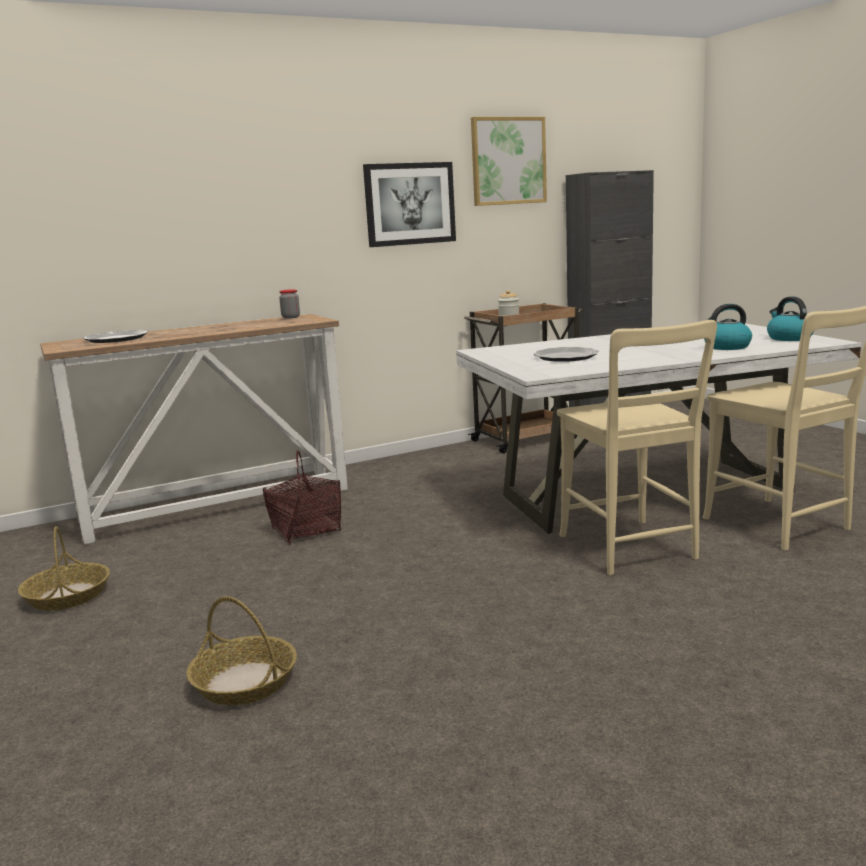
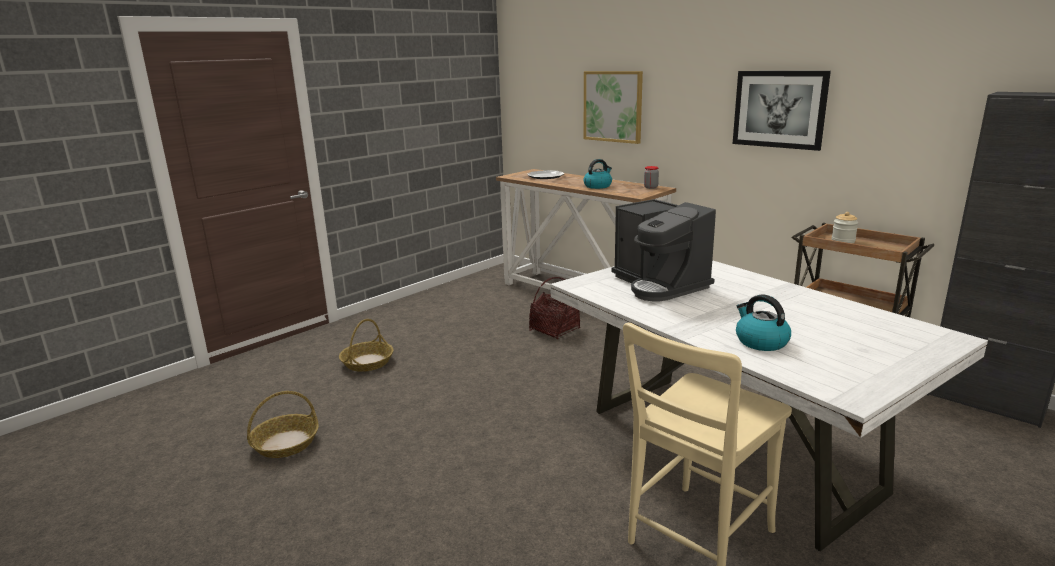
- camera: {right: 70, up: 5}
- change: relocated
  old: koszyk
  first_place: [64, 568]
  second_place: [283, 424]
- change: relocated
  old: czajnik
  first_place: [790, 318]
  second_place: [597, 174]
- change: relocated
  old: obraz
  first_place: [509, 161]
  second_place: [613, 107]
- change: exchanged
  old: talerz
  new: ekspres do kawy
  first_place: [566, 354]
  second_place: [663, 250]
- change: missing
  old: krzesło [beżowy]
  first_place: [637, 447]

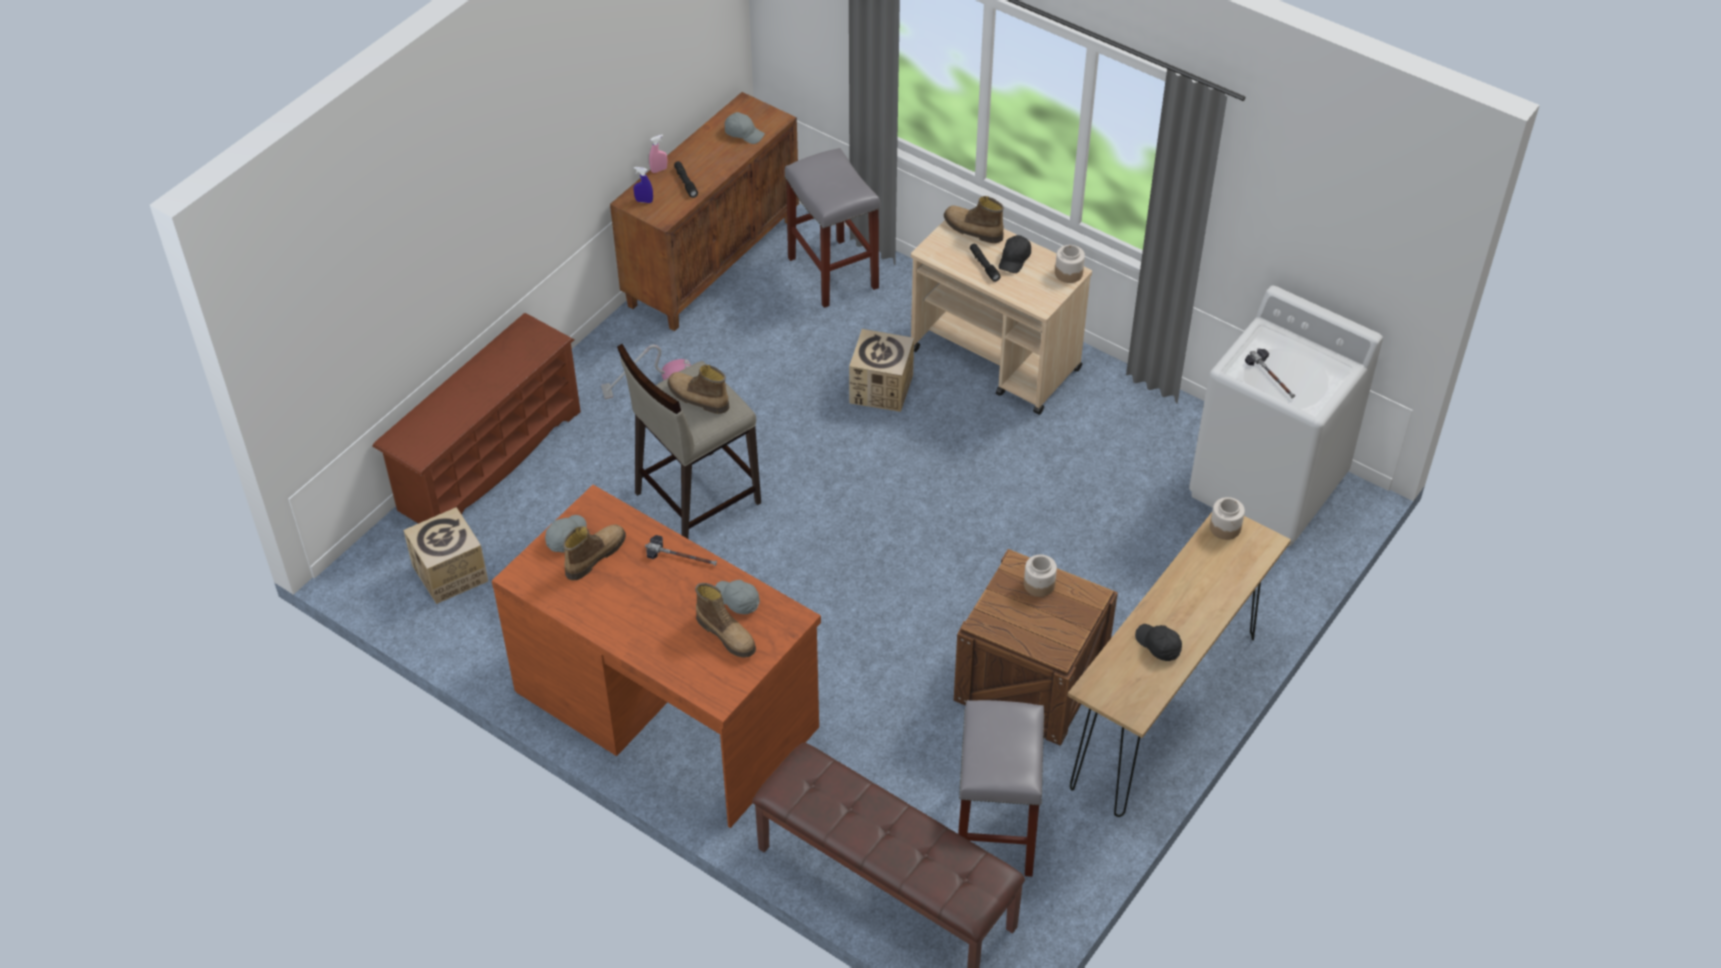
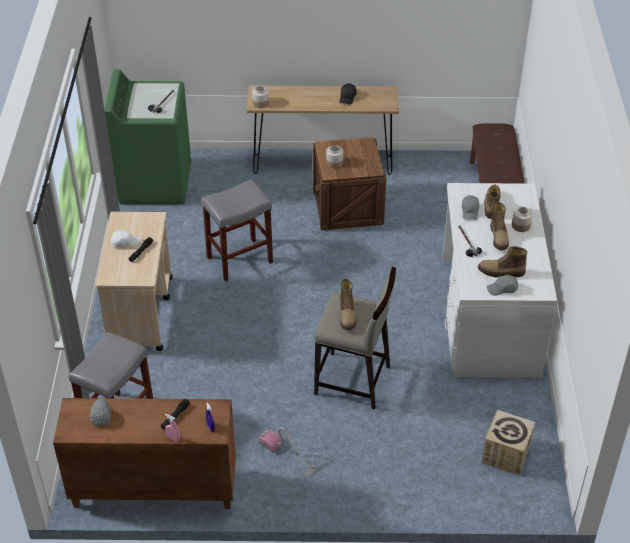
- camera: {right: -125, up: -5}
- change: colour
  old: pralka [biały]
  new: pralka [zielony]
  first_place: [1286, 416]
  second_place: [147, 137]
- change: colour
  old: czapka z daszkiem [czarny]
  new: czapka z daszkiem [biały]
  first_place: [1015, 254]
  second_place: [126, 239]
- change: relocated
  old: stołek [szary]
  first_place: [1001, 788]
  second_place: [237, 230]
- change: colour
  old: biurko [brązowy]
  new: biurko [biały]
  first_place: [656, 656]
  second_place: [499, 280]
- change: relocated
  old: but z cholewką
  first_place: [974, 219]
  second_place: [499, 226]
- change: relocated
  old: słoik
  first_place: [1070, 264]
  second_place: [522, 219]
- change: missing
  old: regał na buty [brązowy]
  first_place: [476, 418]
- change: missing
  old: karton
  first_place: [881, 370]

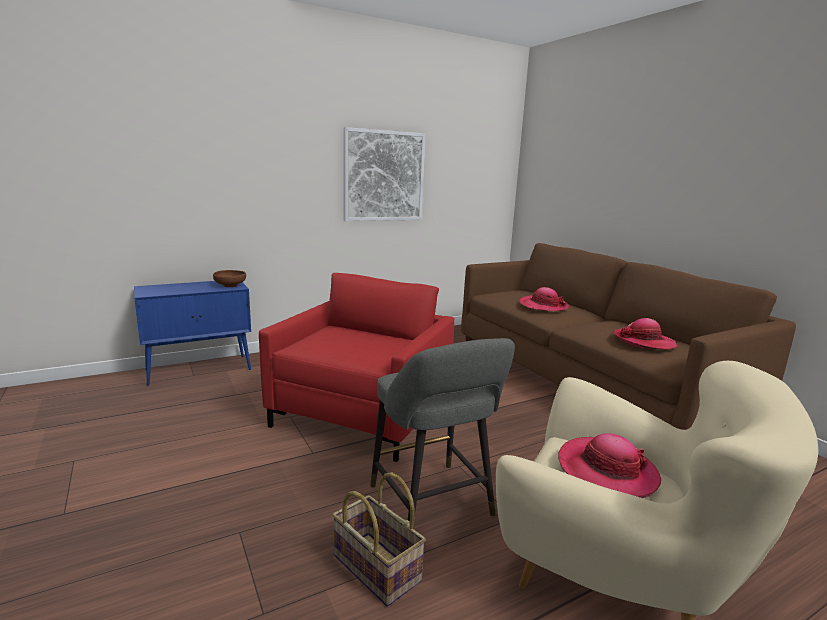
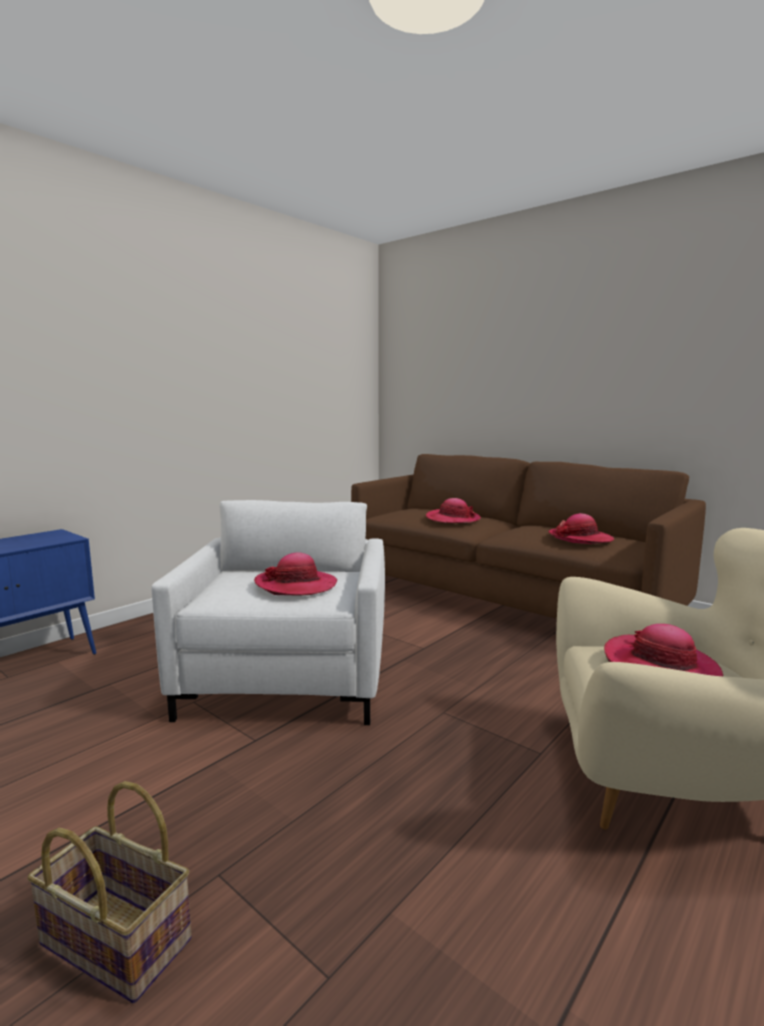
- camera: {right: -20, up: -5}
- change: relocated
  old: koszyk
  first_place: [379, 539]
  second_place: [109, 892]
- change: colour
  old: fotel [czerwony]
  new: fotel [biały]
  first_place: [356, 367]
  second_place: [268, 612]
- change: appeared
  new: kapelusz
  second_place: [295, 574]
- change: missing
  old: miska [brązowy]
  first_place: [229, 278]
- change: missing
  old: obraz
  first_place: [384, 174]
- change: missing
  old: stołek [szary]
  first_place: [442, 432]

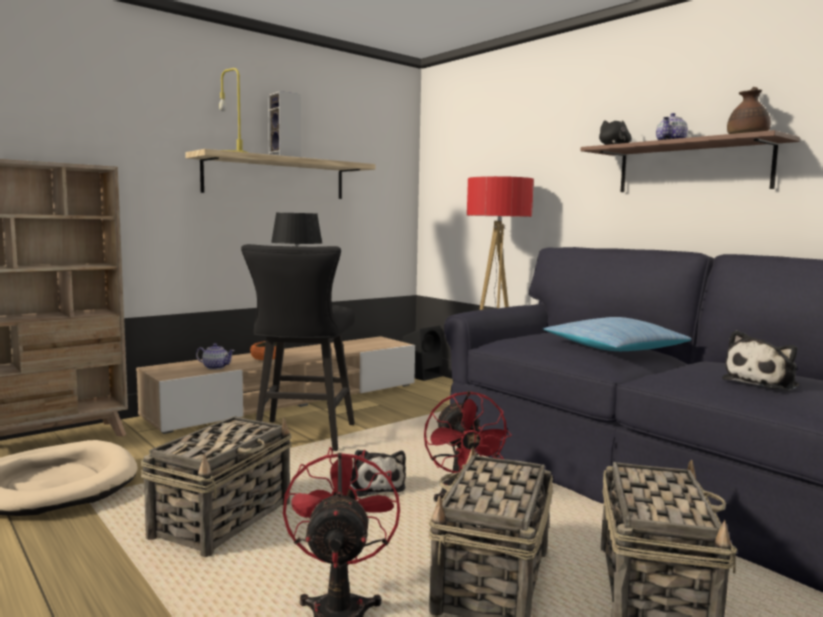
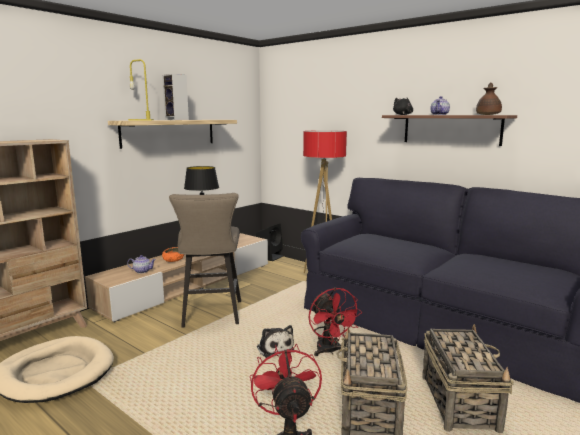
- camera: {right: -10, up: 5}
- change: colour
  old: stołek [czarny]
  new: stołek [beżowy]
  first_place: [298, 347]
  second_place: [205, 260]
- change: missing
  old: koszyk
  first_place: [216, 486]
- change: missing
  old: poduszka
  first_place: [617, 334]
- change: missing
  old: pluszak
  first_place: [760, 360]

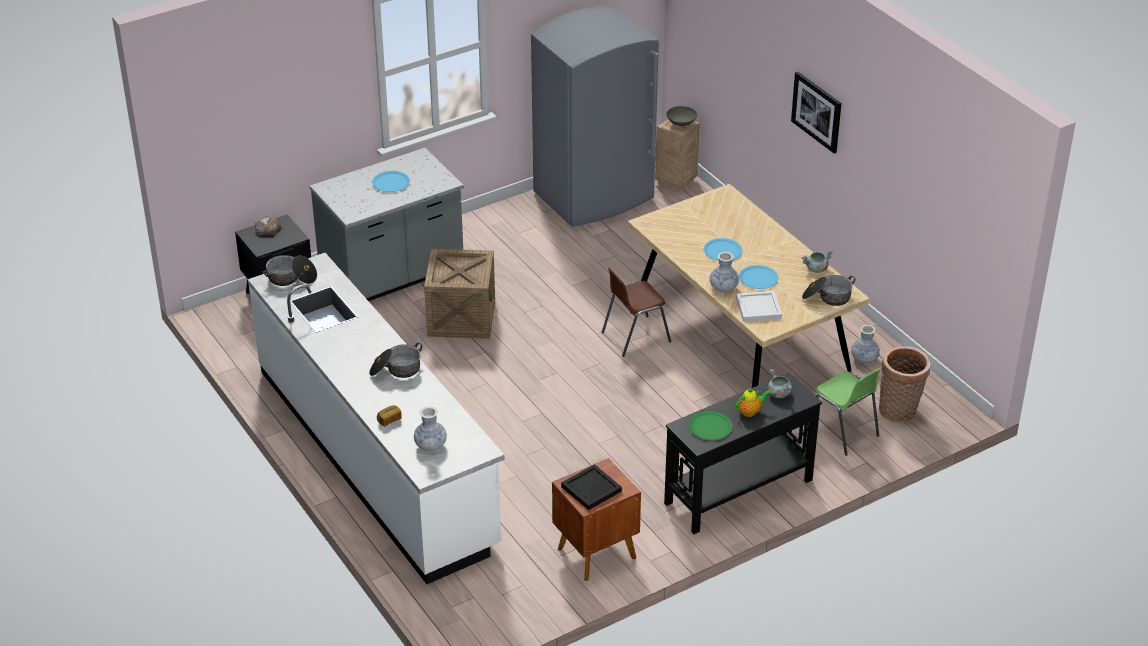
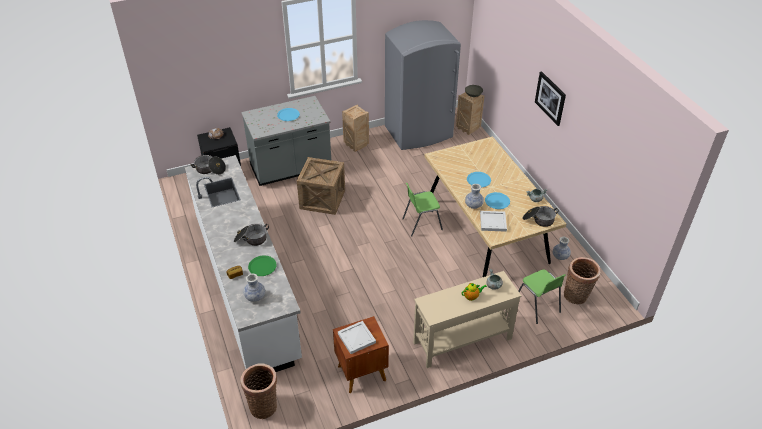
- camera: {right: 10, up: 5}
- change: appeared
  new: koszyk
  second_place: [258, 391]
- change: relocated
  old: talerz [zielony]
  first_place: [710, 425]
  second_place: [262, 266]
- change: colour
  old: taca [czarny]
  new: taca [biały]
  first_place: [591, 487]
  second_place: [357, 337]
- change: appeared
  new: skrzynka
  second_place: [355, 128]
- change: colour
  old: krzesło [brązowy]
  new: krzesło [zielony]
  first_place: [636, 312]
  second_place: [422, 210]
- change: colour
  old: stolik konsolowy [czarny]
  new: stolik konsolowy [beżowy]
  first_place: [743, 453]
  second_place: [467, 319]

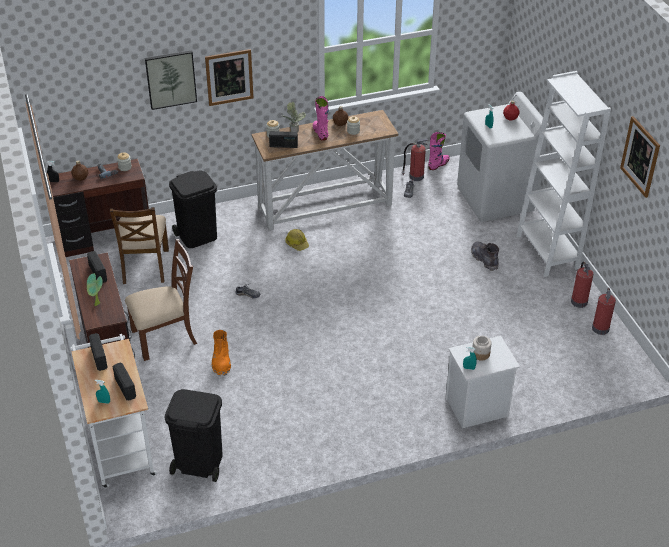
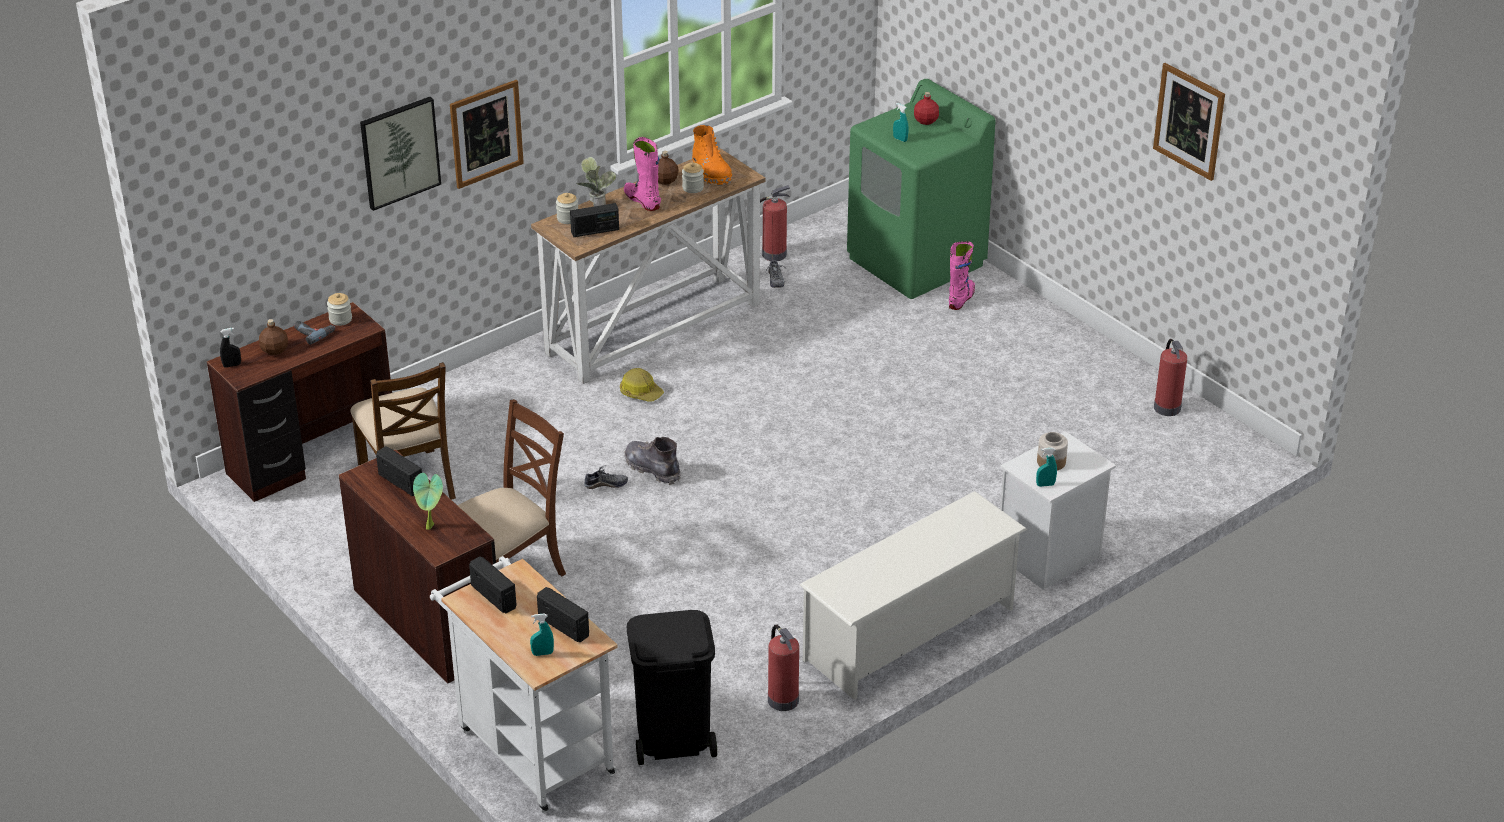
- camera: {right: -20, up: -5}
- change: relocated
  old: but z cholewką [szary]
  first_place: [485, 256]
  second_place: [652, 461]
- change: relocated
  old: but z cholewką [pomarańczowy]
  first_place: [221, 353]
  second_place: [712, 155]
- change: relocated
  old: gaśnica
  first_place: [582, 284]
  second_place: [783, 668]
- change: appeared
  new: regał na buty [biały]
  second_place: [913, 595]
- change: colour
  old: pralka [biały]
  new: pralka [zielony]
  first_place: [503, 157]
  second_place: [921, 189]
- change: relocated
  old: but z cholewką [różowy]
  first_place: [439, 151]
  second_place: [962, 275]
- change: missing
  old: kosz na śmieci [czarny]
  first_place: [193, 209]
- change: missing
  old: regał [biały]
  first_place: [563, 174]

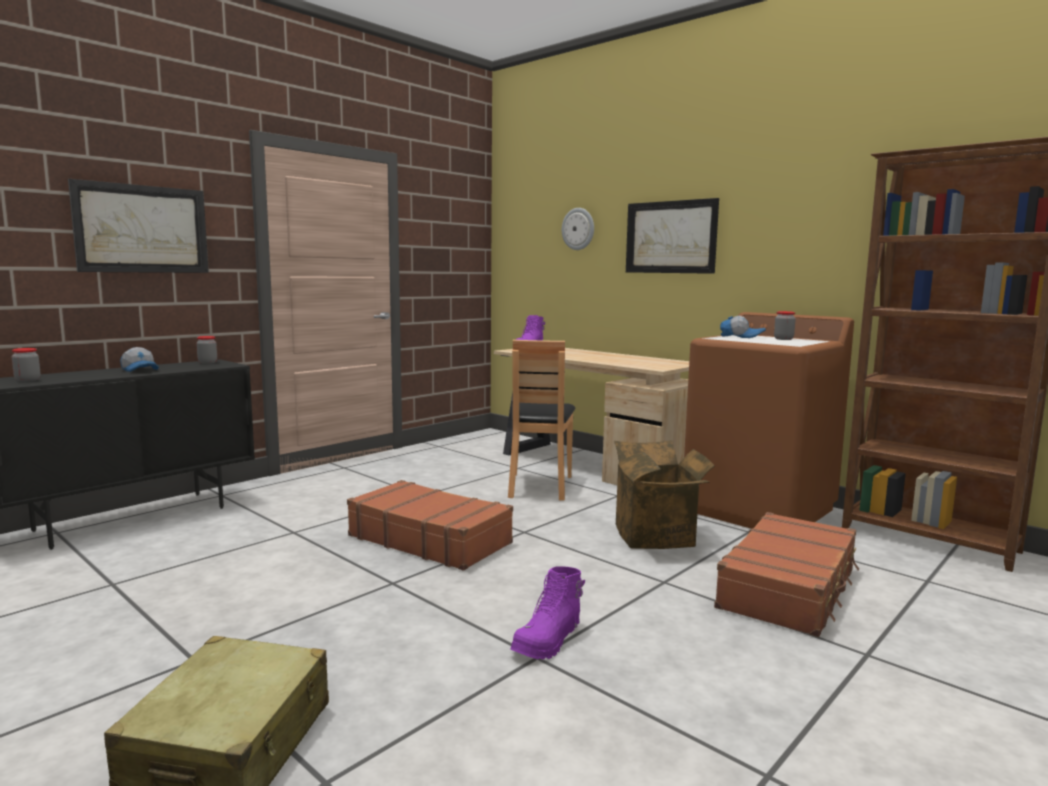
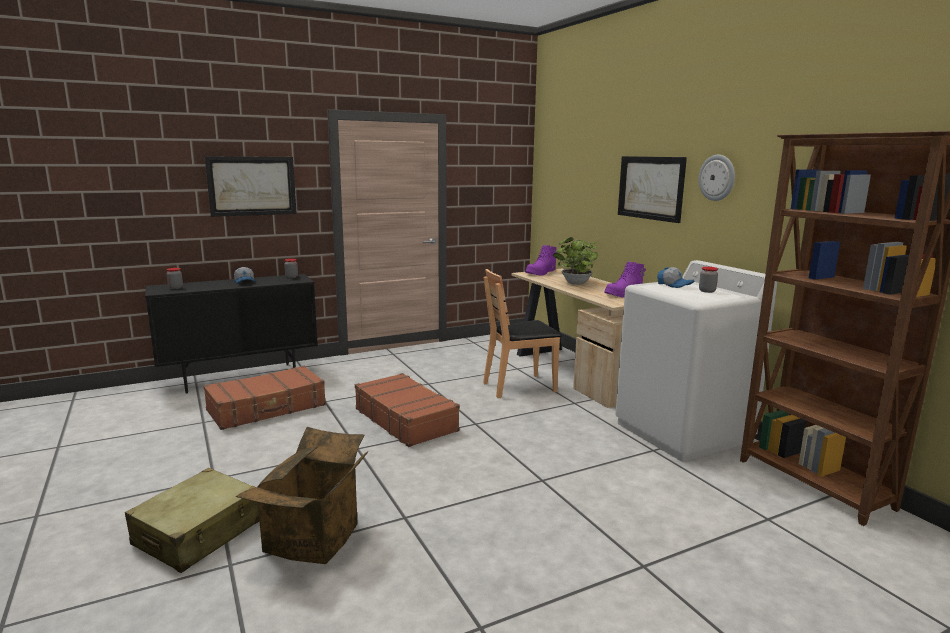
- camera: {right: 20, up: 5}
- change: relocated
  old: walizka [brązowy]
  first_place: [786, 574]
  second_place: [264, 398]
- change: relocated
  old: karton
  first_place: [664, 494]
  second_place: [302, 495]
- change: spun
  old: krzesło [brązowy]
  first_place: [541, 420]
  second_place: [522, 333]
  degrees: 45
- change: appeared
  new: roślina doniczkowa
  second_place: [575, 261]
- change: relocated
  old: but z cholewką [fioletowy]
  first_place: [547, 612]
  second_place: [625, 279]
- change: colour
  old: pralka [brązowy]
  new: pralka [biały]
  first_place: [769, 420]
  second_place: [696, 361]
- change: relocated
  old: zegar ścienny
  first_place: [578, 229]
  second_place: [716, 178]

